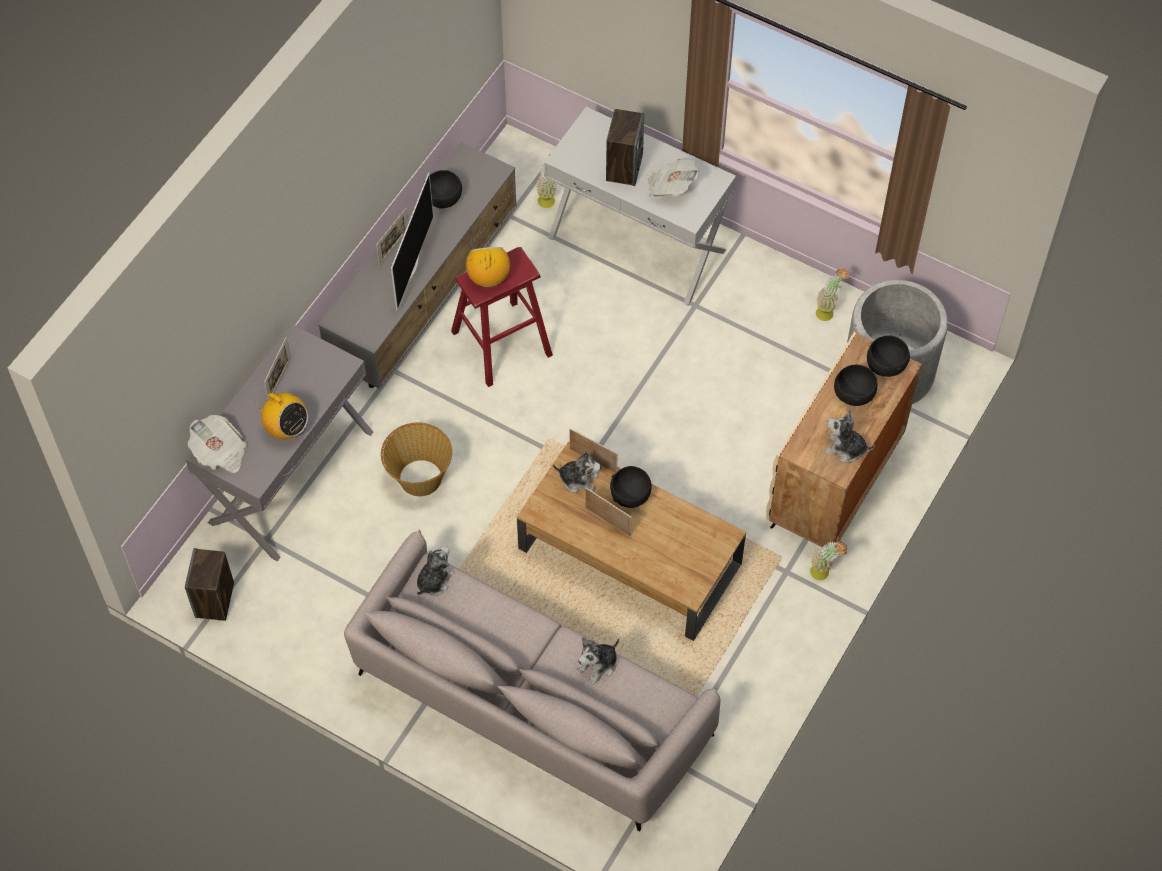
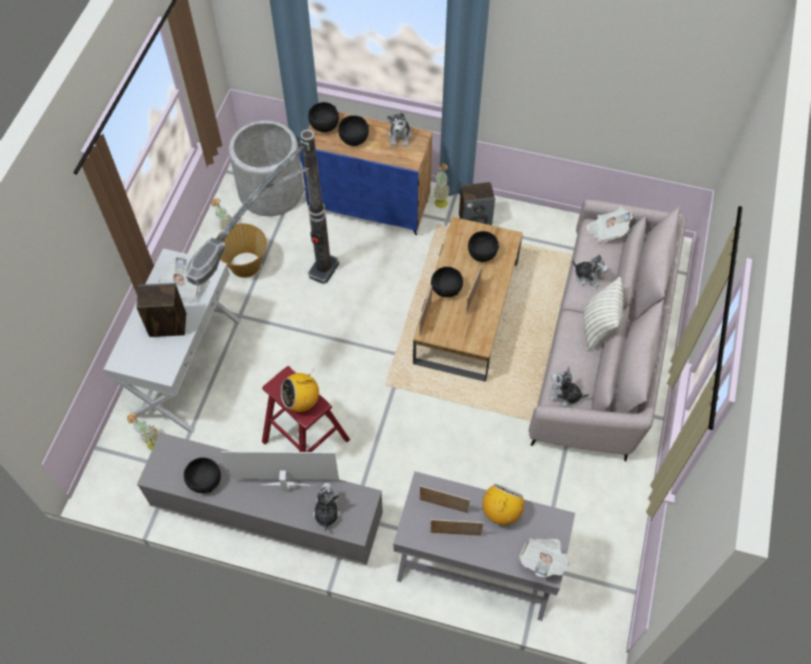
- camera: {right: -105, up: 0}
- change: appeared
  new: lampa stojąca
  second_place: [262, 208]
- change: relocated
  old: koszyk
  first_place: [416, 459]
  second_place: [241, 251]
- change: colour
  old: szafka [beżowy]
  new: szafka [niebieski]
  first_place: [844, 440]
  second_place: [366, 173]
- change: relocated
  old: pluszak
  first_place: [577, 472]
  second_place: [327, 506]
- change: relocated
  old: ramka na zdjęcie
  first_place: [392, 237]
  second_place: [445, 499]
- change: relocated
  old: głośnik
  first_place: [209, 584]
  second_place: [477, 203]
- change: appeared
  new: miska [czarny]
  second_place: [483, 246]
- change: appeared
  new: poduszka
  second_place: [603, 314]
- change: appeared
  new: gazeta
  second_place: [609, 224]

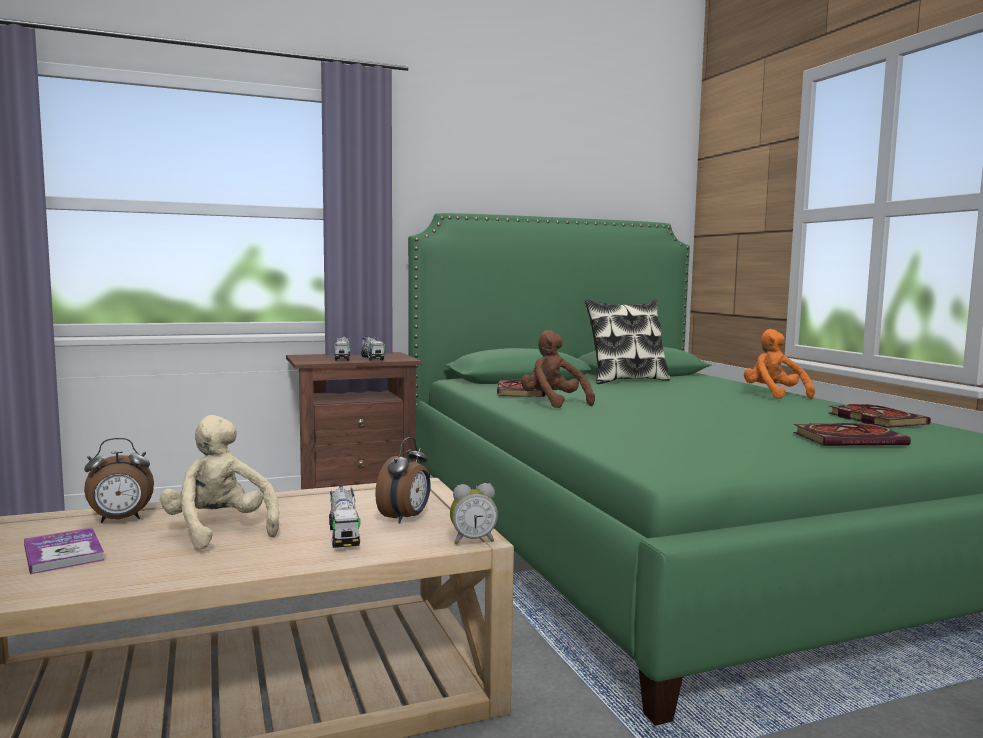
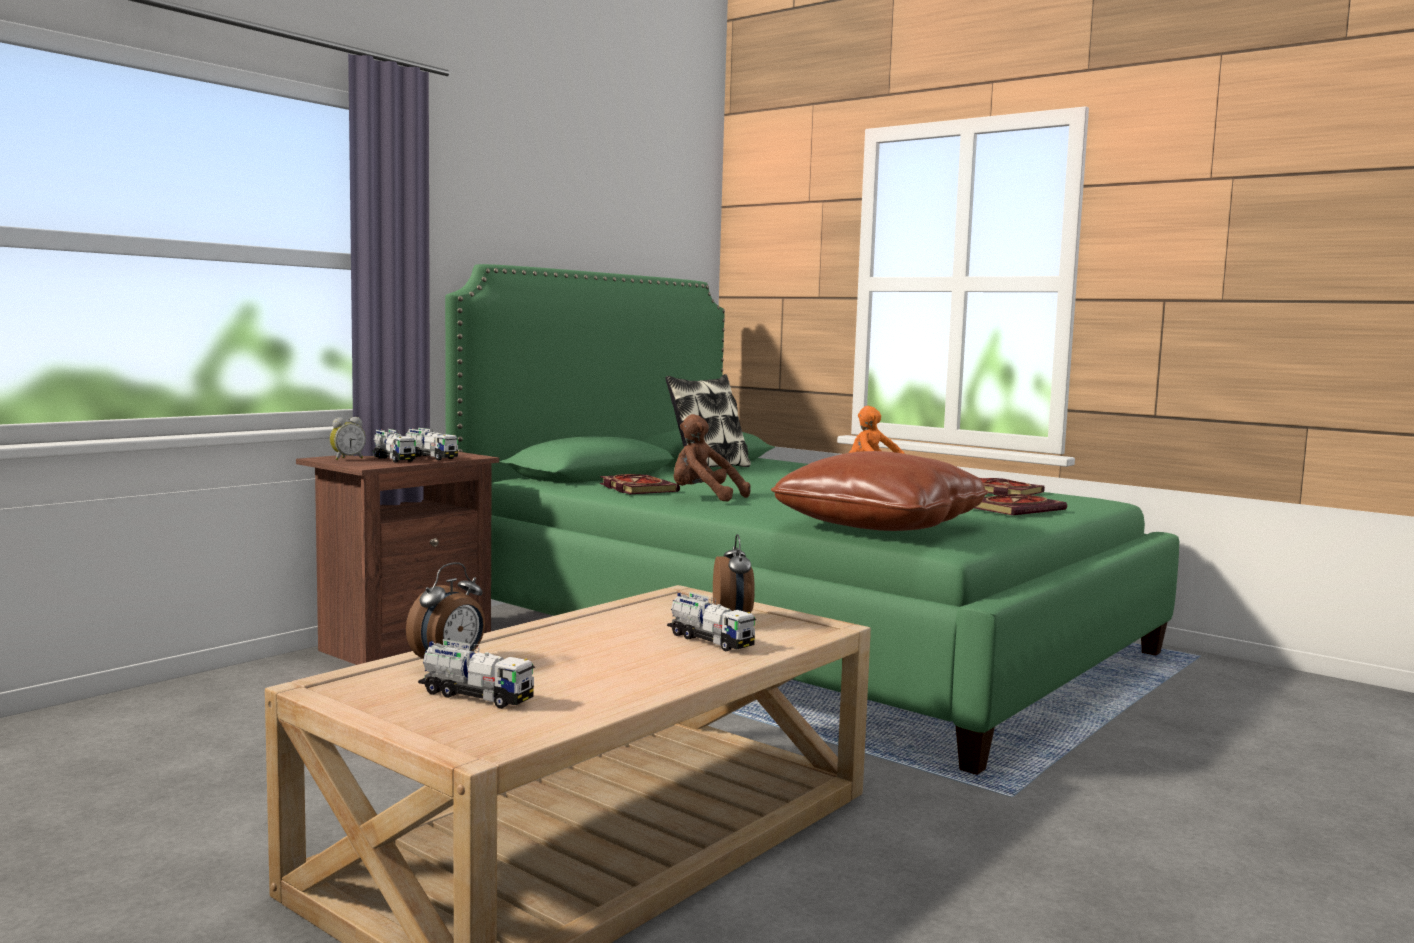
- camera: {right: -30, up: 0}
- change: relocated
  old: budzik
  first_place: [474, 513]
  second_place: [348, 438]
- change: exchanged
  old: książka
  new: ciężarówka zabawkowa
  first_place: [64, 550]
  second_place: [476, 674]
- change: appeared
  new: poduszka [brązowy]
  second_place: [879, 491]
- change: missing
  old: pluszak [beżowy]
  first_place: [219, 482]

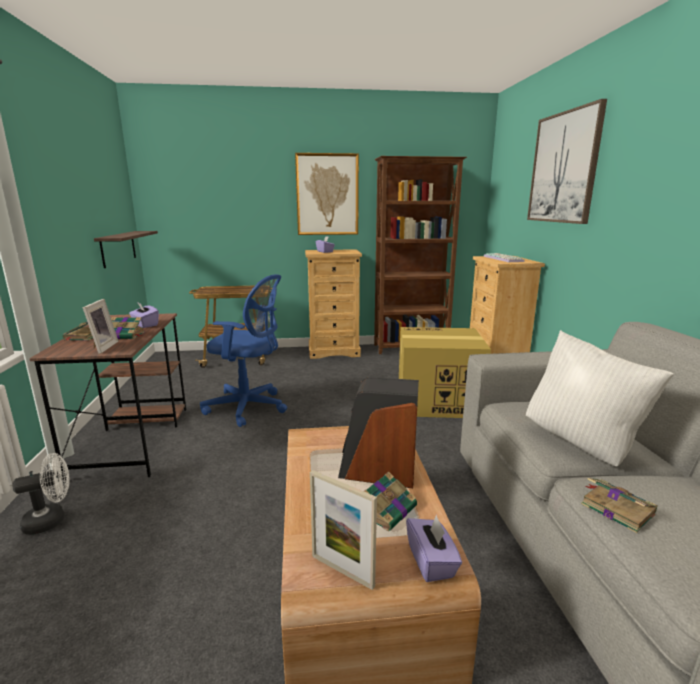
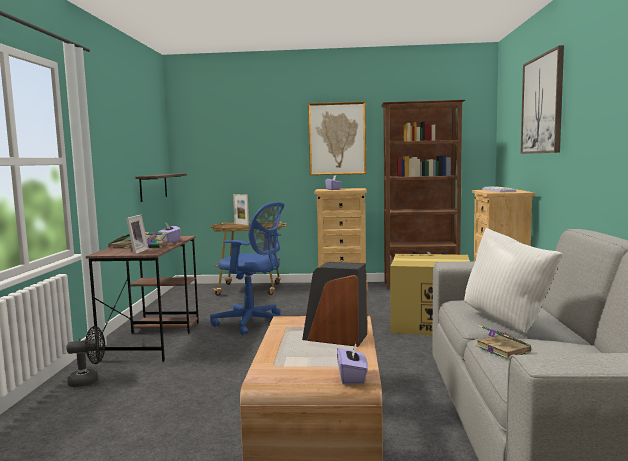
- camera: {right: 10, up: -10}
- change: colour
  old: wentylator [biały]
  new: wentylator [czarny]
  first_place: [41, 494]
  second_place: [85, 356]
- change: relocated
  old: ramka na zdjęcie
  first_place: [343, 530]
  second_place: [241, 209]
- change: missing
  old: książka
  first_place: [390, 501]

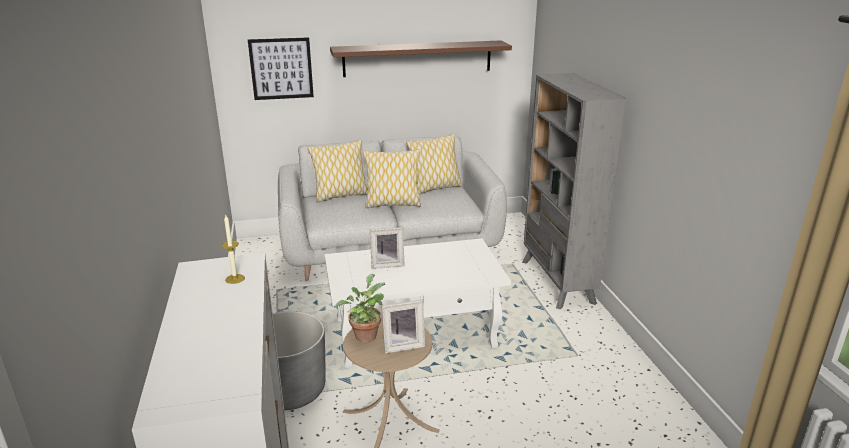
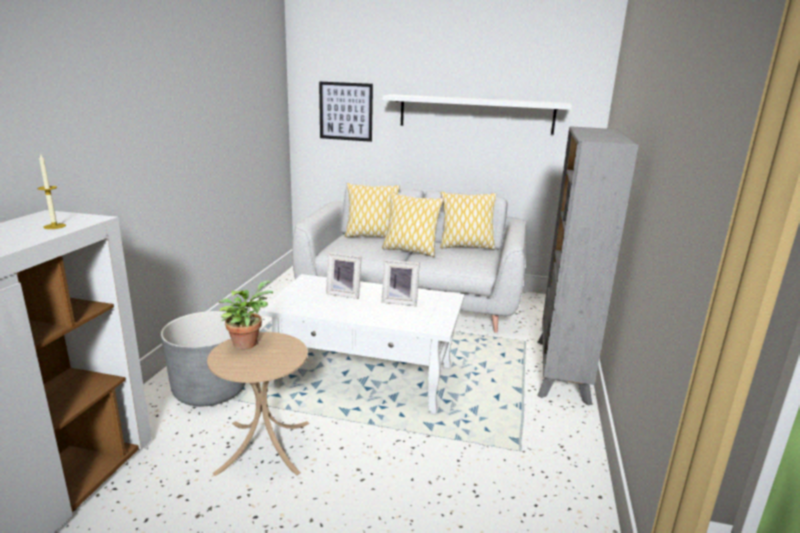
- camera: {right: 25, up: -5}
- change: colour
  old: półka [brązowy]
  new: półka [biały]
  first_place: [421, 58]
  second_place: [477, 114]
- change: relocated
  old: ramka na zdjęcie
  first_place: [403, 326]
  second_place: [401, 283]

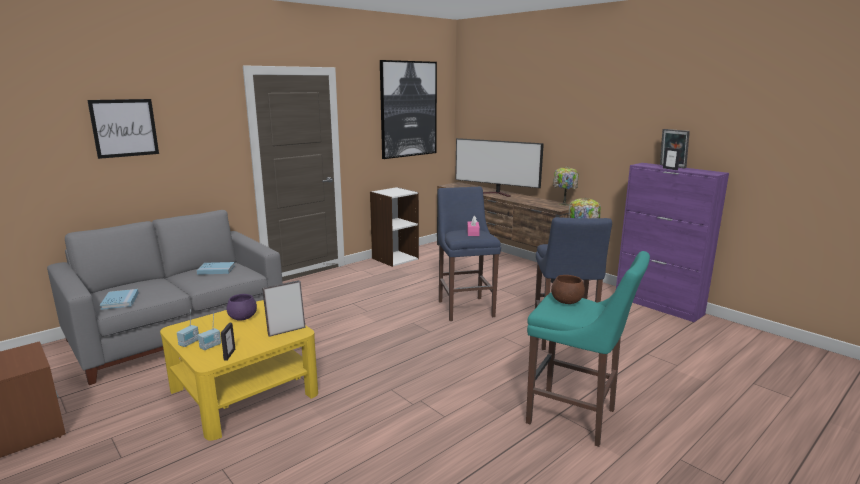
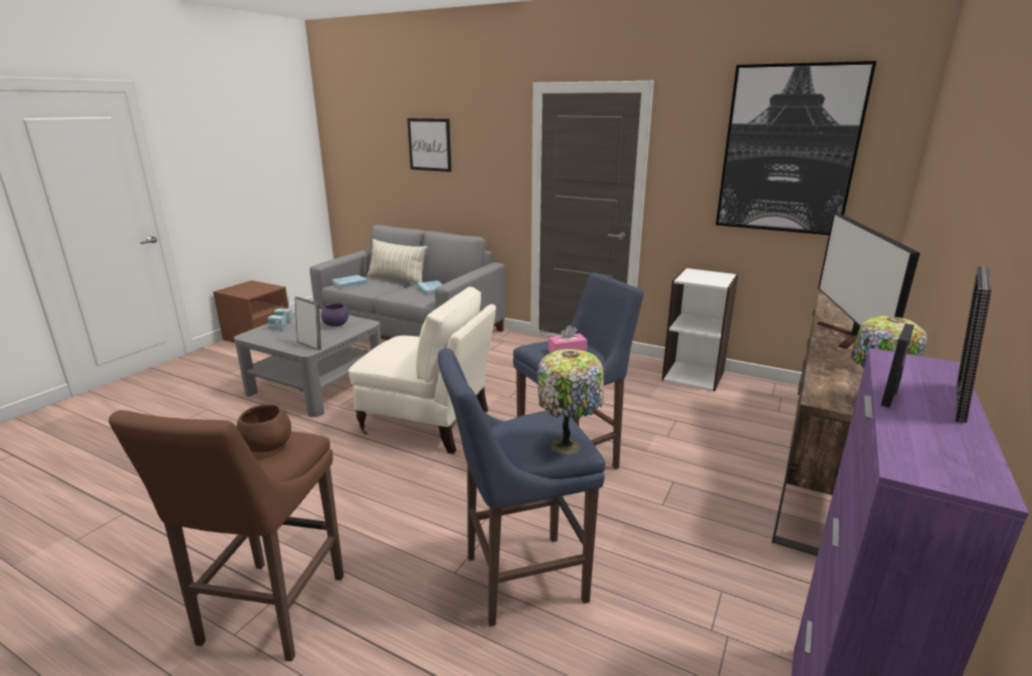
- camera: {right: 70, up: 5}
- change: colour
  old: stołek [turkusowy]
  new: stołek [brązowy]
  first_place: [588, 349]
  second_place: [226, 535]
- change: colour
  old: ława [żółty]
  new: ława [szary]
  first_place: [239, 370]
  second_place: [308, 363]
- change: appeared
  new: fotel [beżowy]
  second_place: [422, 370]
- change: appeared
  new: poduszka
  second_place: [397, 261]
- change: missing
  old: ramka na zdjęcie
  first_place: [228, 342]

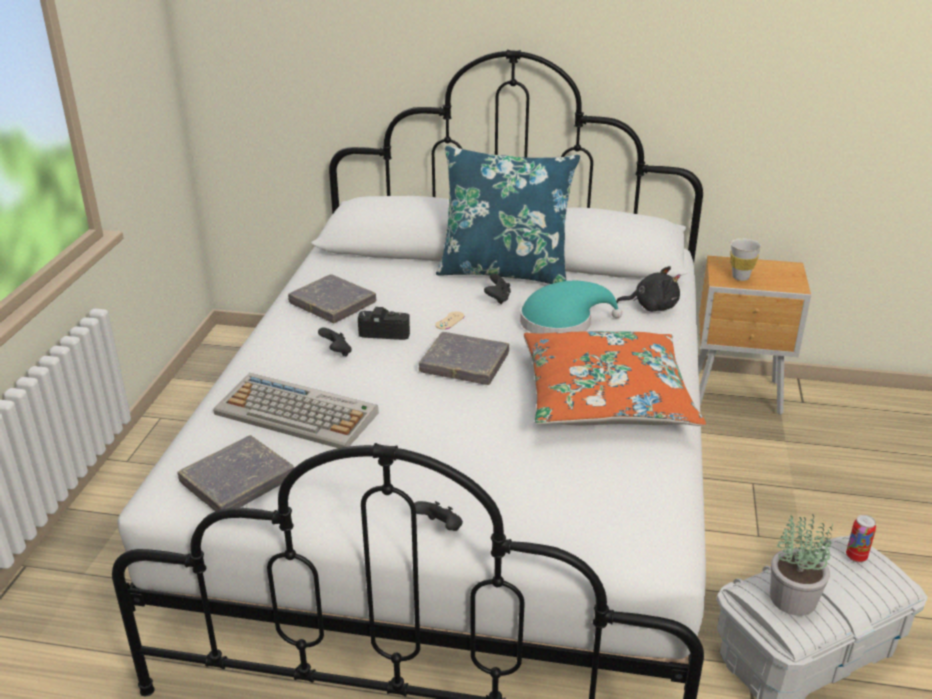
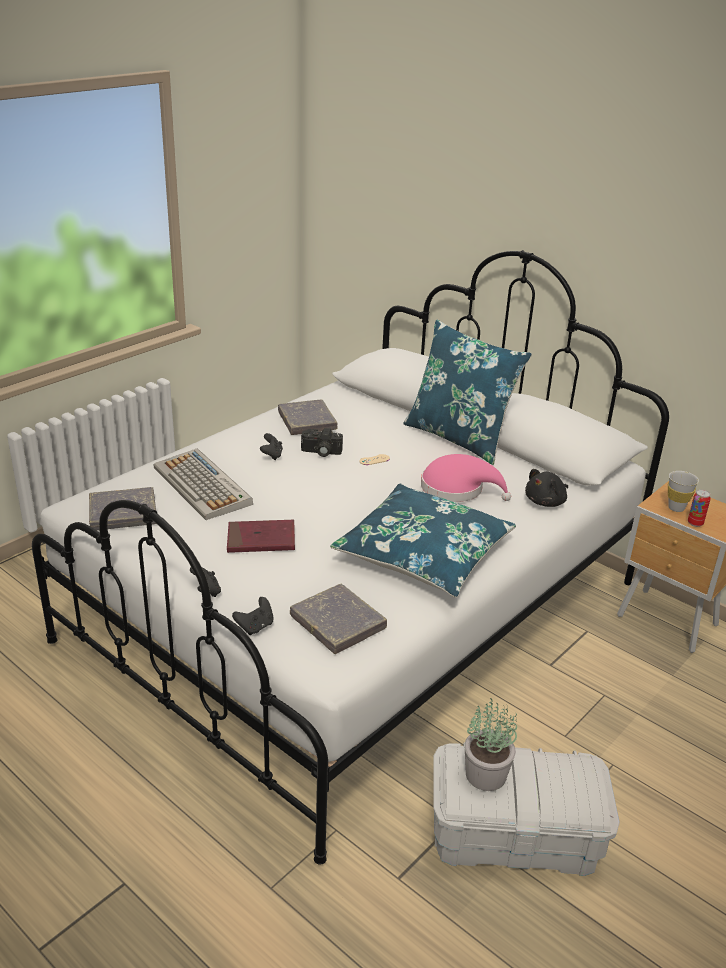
- camera: {right: 30, up: 0}
- change: appeared
  new: książka [czerwony]
  second_place: [261, 536]
- change: relocated
  old: pad do gier [czarny]
  first_place: [497, 288]
  second_place: [253, 616]
- change: relocated
  old: książka [szary]
  first_place: [464, 358]
  second_place: [338, 619]
- change: spun
  old: aparat fotograficzny
  first_place: [384, 323]
  second_place: [322, 442]
  degrees: 150
- change: colour
  old: poduszka [pomarańczowy]
  new: poduszka [niebieski]
  first_place: [615, 378]
  second_place: [423, 541]
- change: colour
  old: kapelusz [turkusowy]
  new: kapelusz [różowy]
  first_place: [571, 307]
  second_place: [466, 478]
- change: spun
  old: pluszak [czarny]
  first_place: [648, 289]
  second_place: [546, 488]
  degrees: 105
- change: relocated
  old: puszka
  first_place: [861, 538]
  second_place: [699, 508]

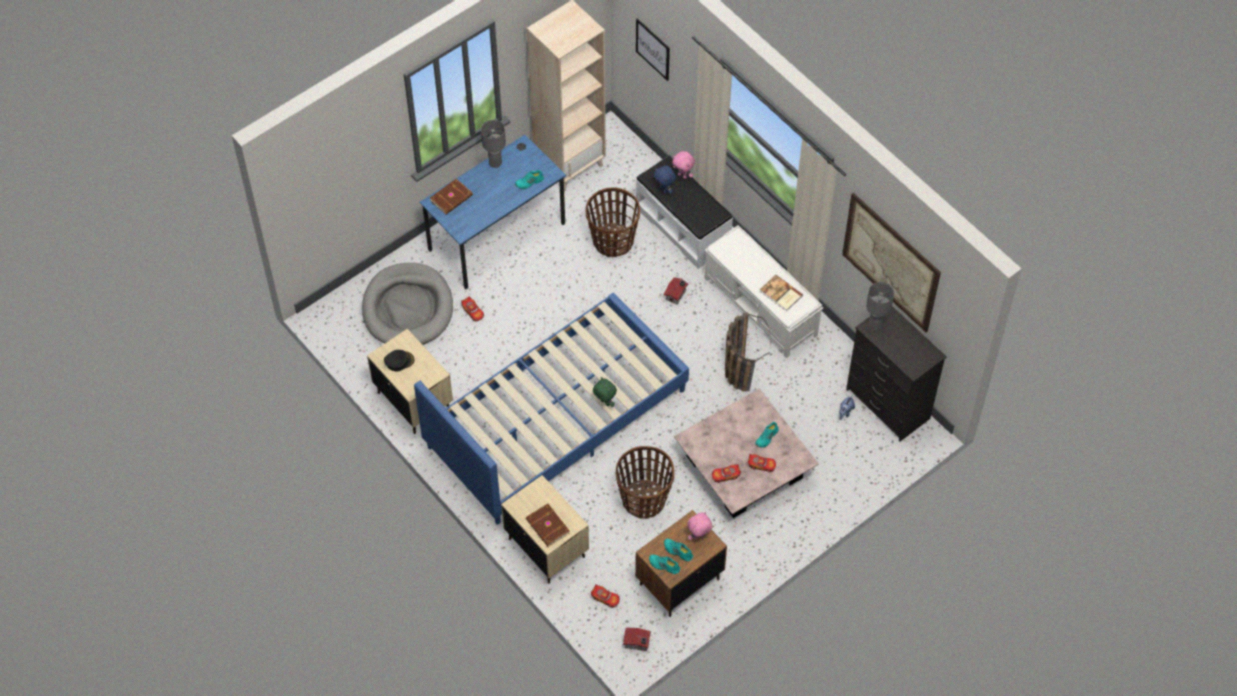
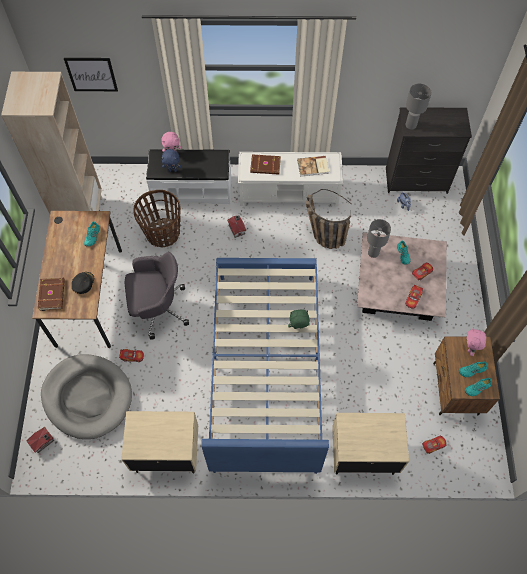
- camera: {right: -50, up: 5}
- change: relocated
  old: domek
  first_place: [637, 639]
  second_place: [40, 440]
- change: colour
  old: biurko [niebieski]
  new: biurko [brązowy]
  first_place: [493, 212]
  second_place: [77, 279]
- change: relocated
  old: czapka z daszkiem [czarny]
  first_place: [399, 361]
  second_place: [83, 283]
- change: appeared
  new: krzesło biurowe [szary]
  second_place: [157, 296]
- change: relocated
  old: książka [brązowy]
  first_place: [548, 525]
  second_place: [265, 164]
- change: relocated
  old: lampa stołowa [szary]
  first_place: [493, 144]
  second_place: [379, 238]
- change: missing
  old: koszyk
  first_place: [645, 482]
- change: missing
  old: obraz
  first_place: [891, 262]

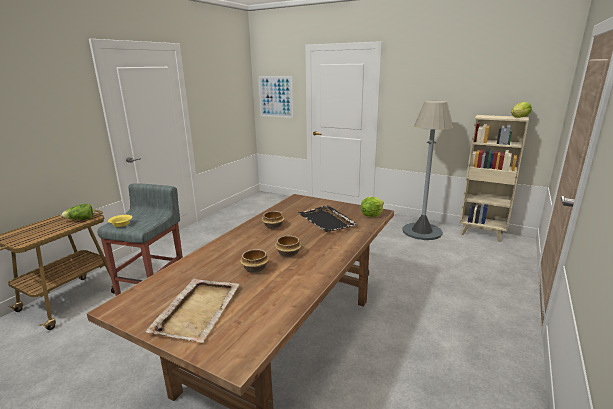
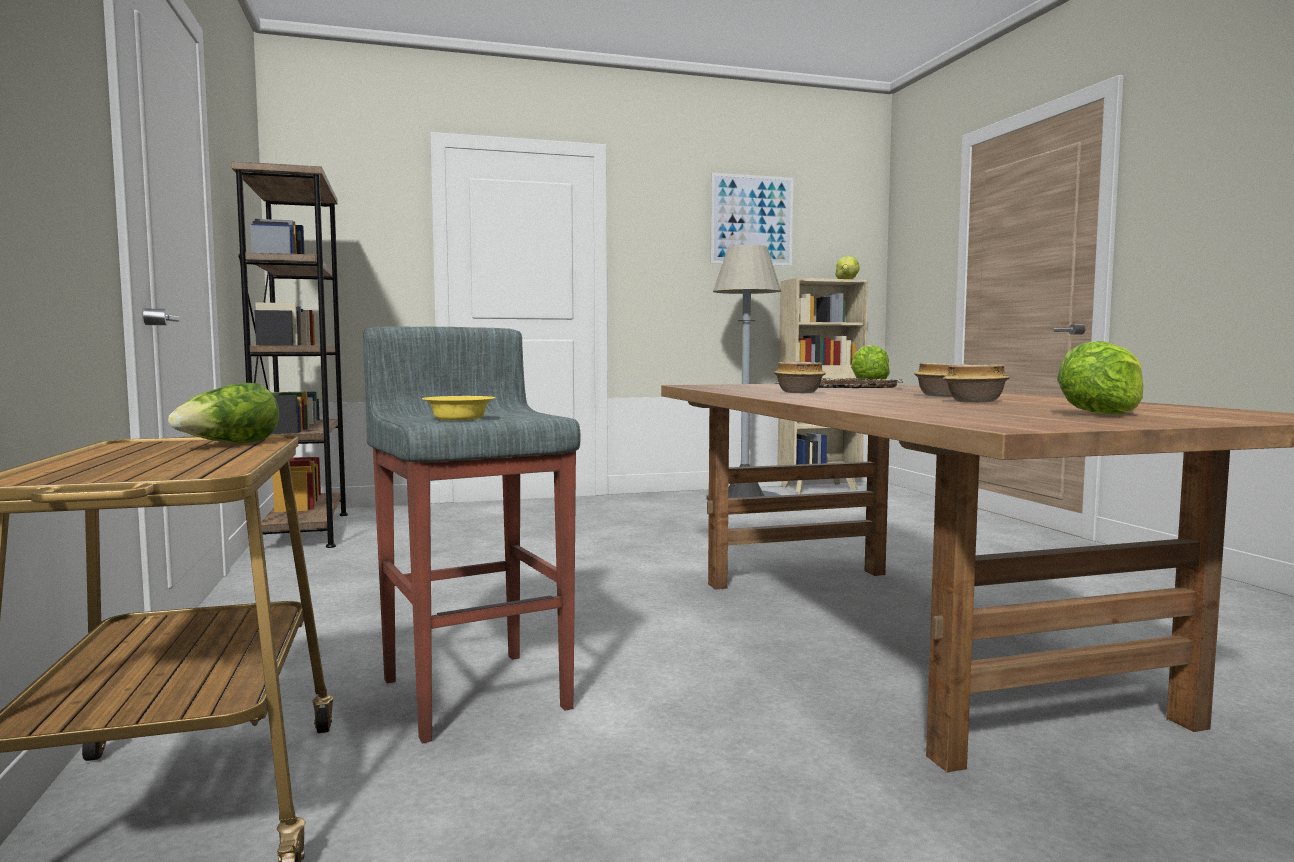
- camera: {right: -45, up: -15}
- change: appeared
  new: regał [brązowy]
  second_place: [289, 354]
- change: relocated
  old: obraz
  first_place: [276, 97]
  second_place: [751, 219]
- change: exchanged
  old: taca [beżowy]
  new: sałata
  first_place: [192, 310]
  second_place: [1100, 378]

